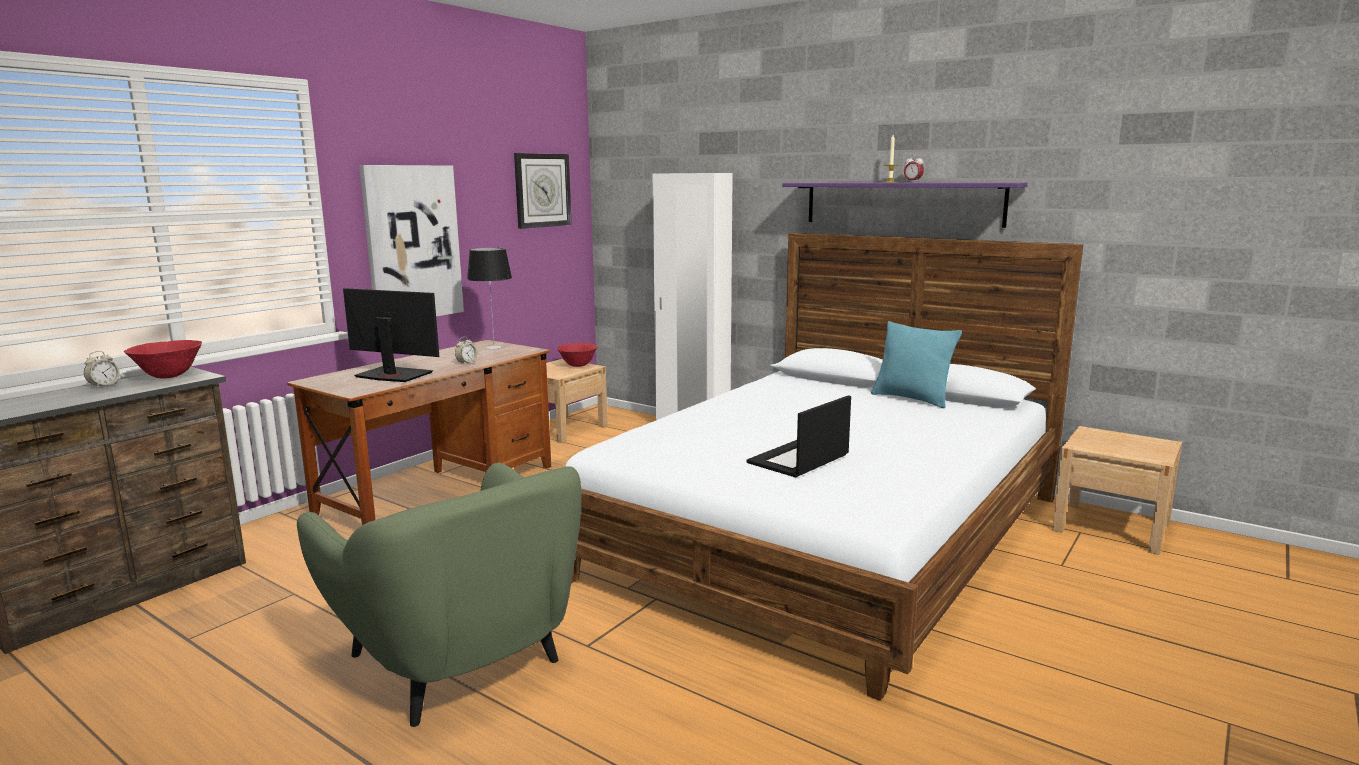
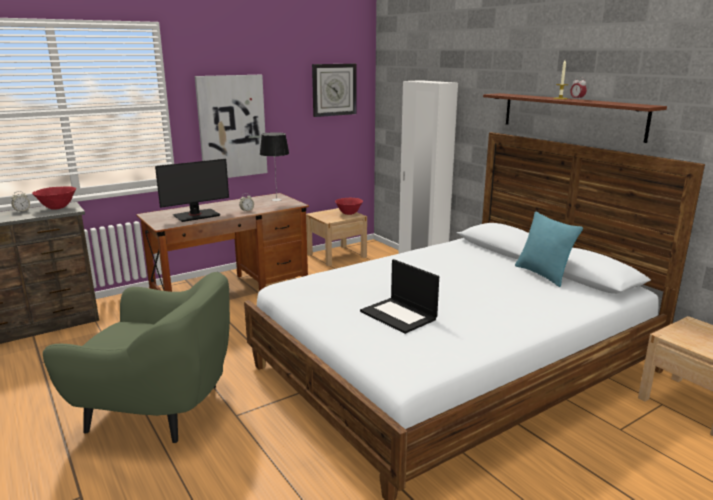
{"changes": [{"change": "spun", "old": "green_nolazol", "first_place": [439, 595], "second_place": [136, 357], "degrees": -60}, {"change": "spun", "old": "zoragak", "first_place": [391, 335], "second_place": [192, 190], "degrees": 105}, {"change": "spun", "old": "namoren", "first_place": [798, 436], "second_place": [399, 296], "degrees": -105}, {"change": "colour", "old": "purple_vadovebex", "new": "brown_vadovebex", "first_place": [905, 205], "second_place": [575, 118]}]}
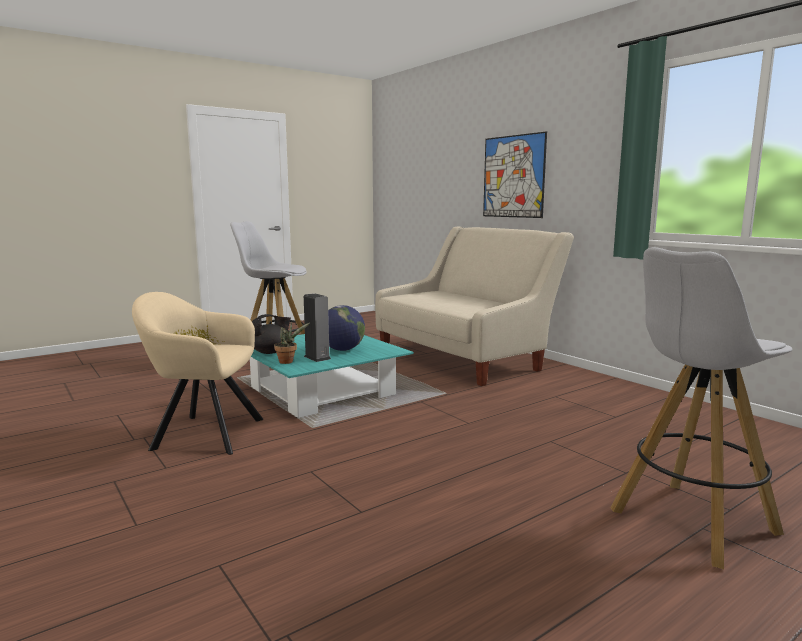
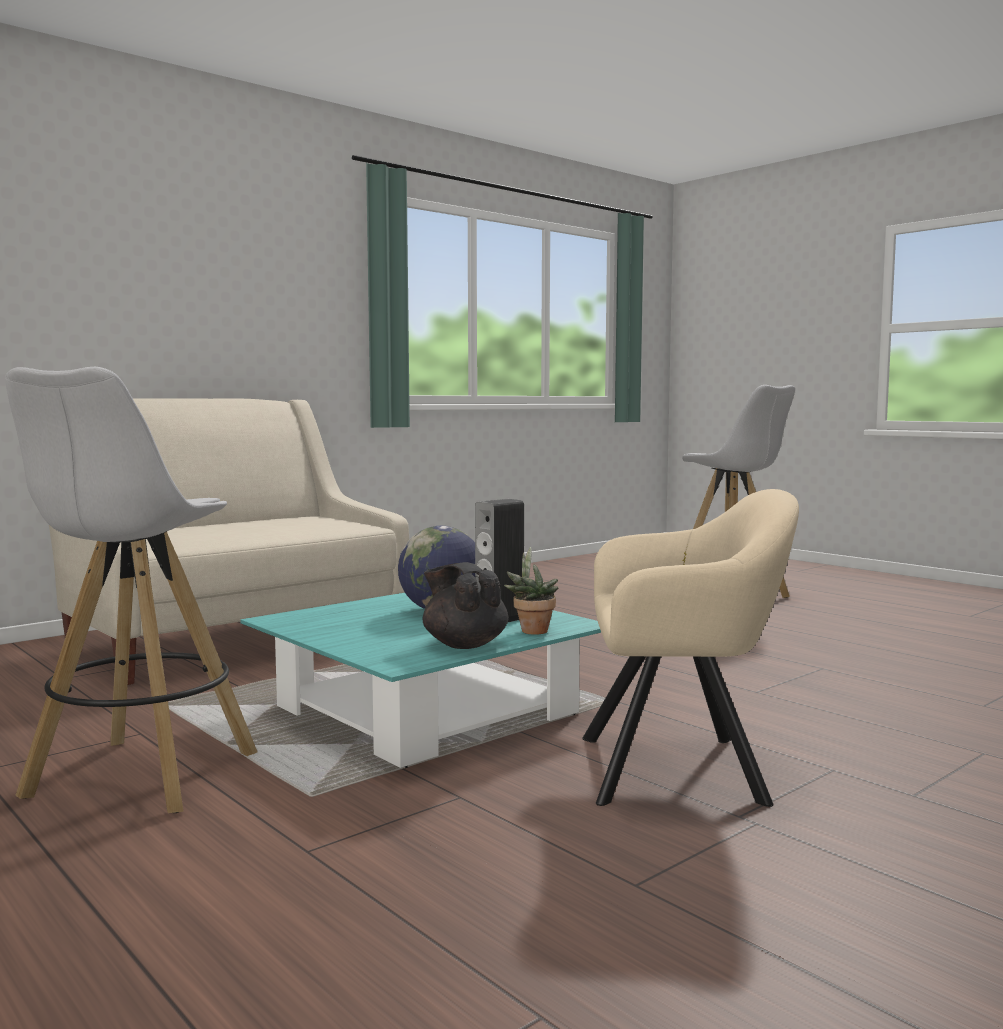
{"changes": [{"change": "spun", "old": "beige_nolazol", "first_place": [197, 373], "second_place": [690, 648], "degrees": -90}, {"change": "missing", "old": "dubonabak", "first_place": [515, 174]}]}
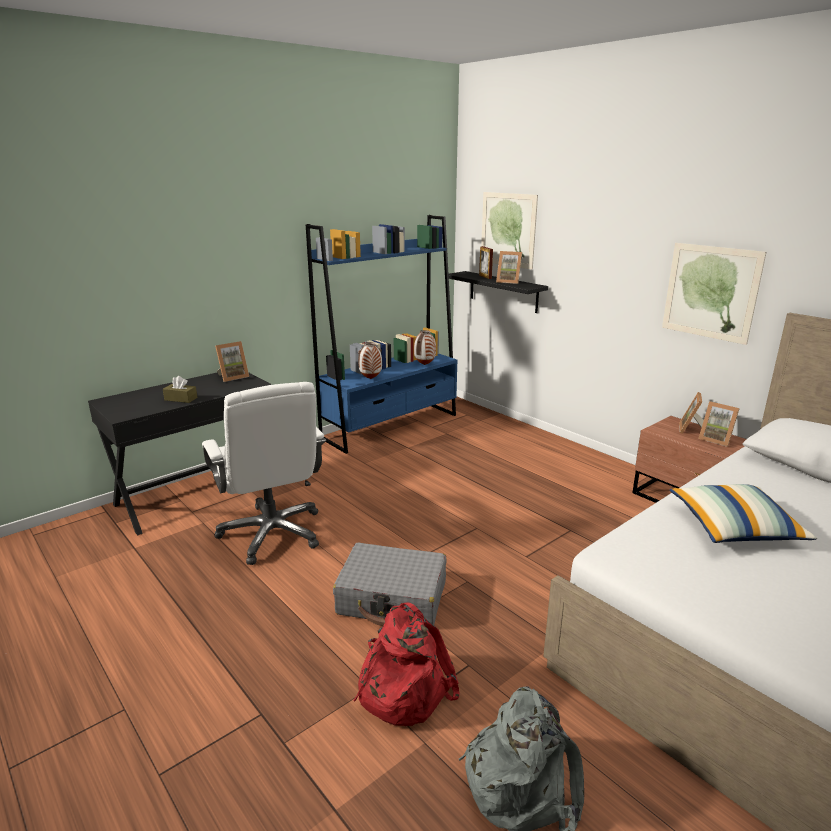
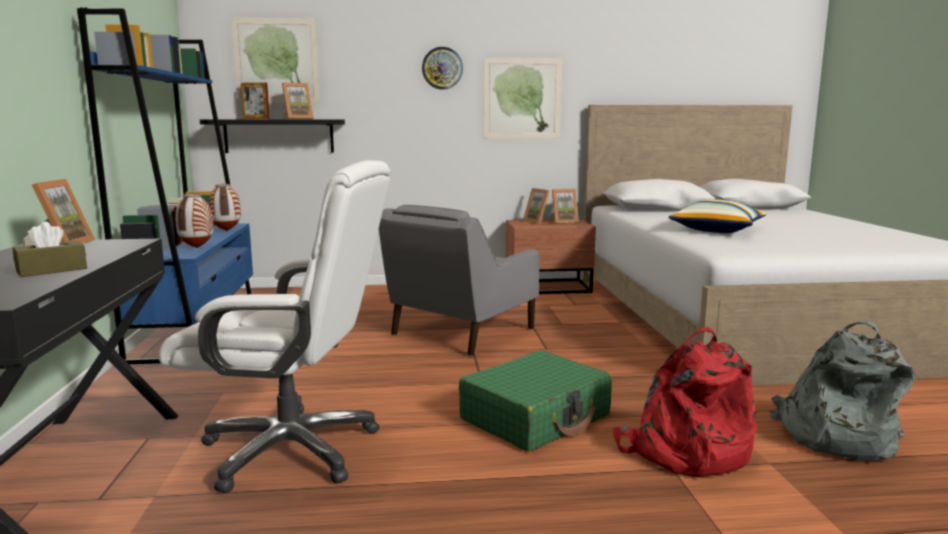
{"changes": [{"change": "appeared", "new": "grey_nolazol", "second_place": [459, 280]}, {"change": "appeared", "new": "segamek", "second_place": [442, 68]}, {"change": "colour", "old": "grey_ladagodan", "new": "green_ladagodan", "first_place": [389, 584], "second_place": [535, 401]}]}
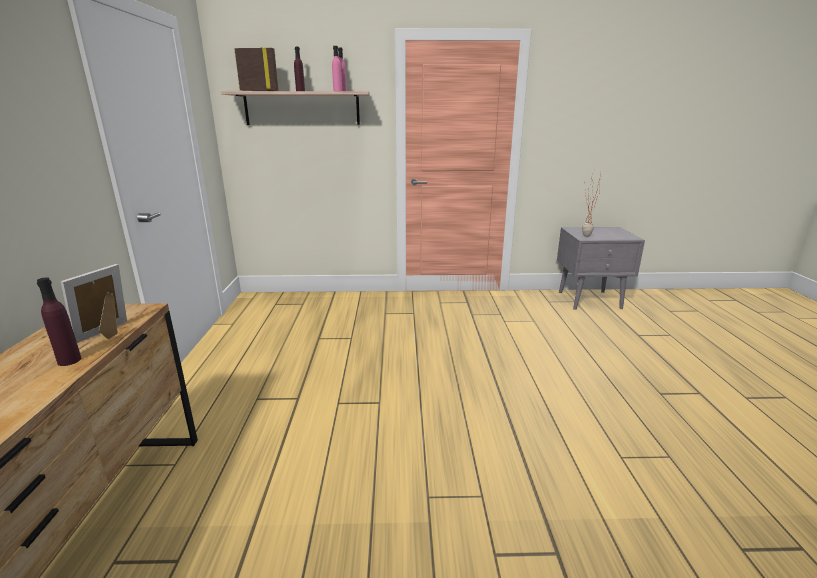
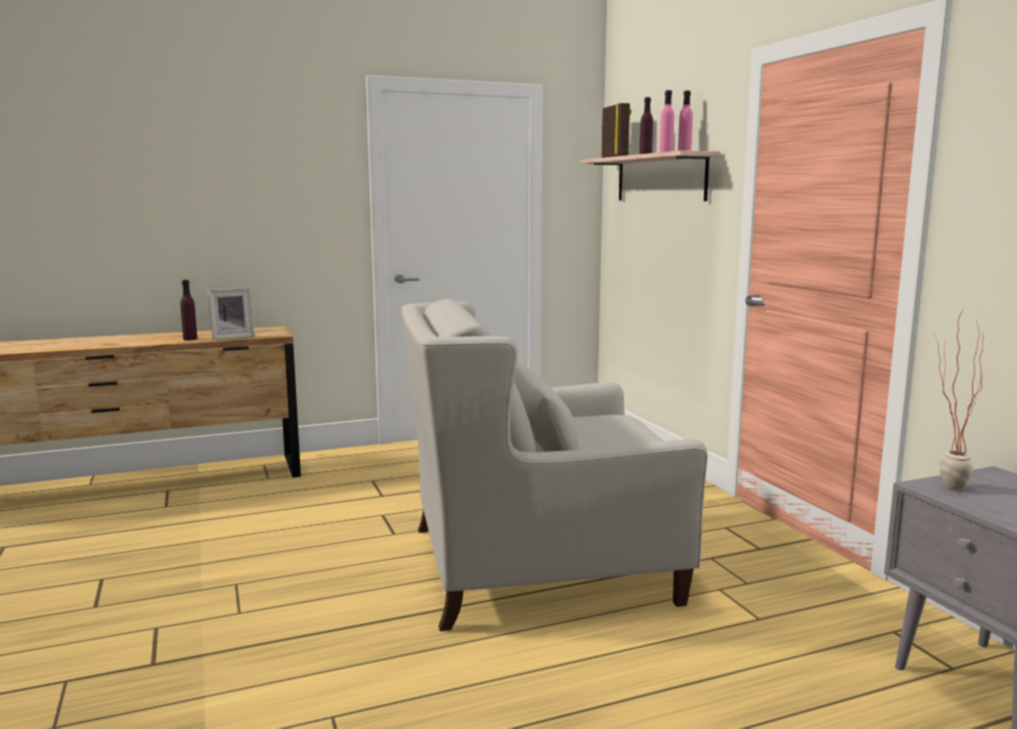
{"changes": [{"change": "spun", "old": "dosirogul", "first_place": [94, 303], "second_place": [231, 314], "degrees": 150}, {"change": "appeared", "new": "white_nolazol", "second_place": [555, 465]}]}
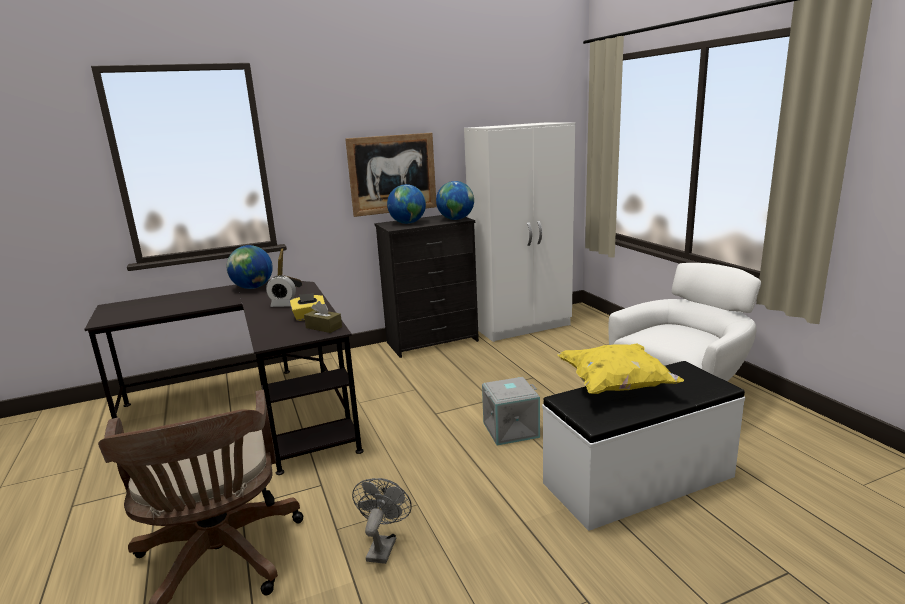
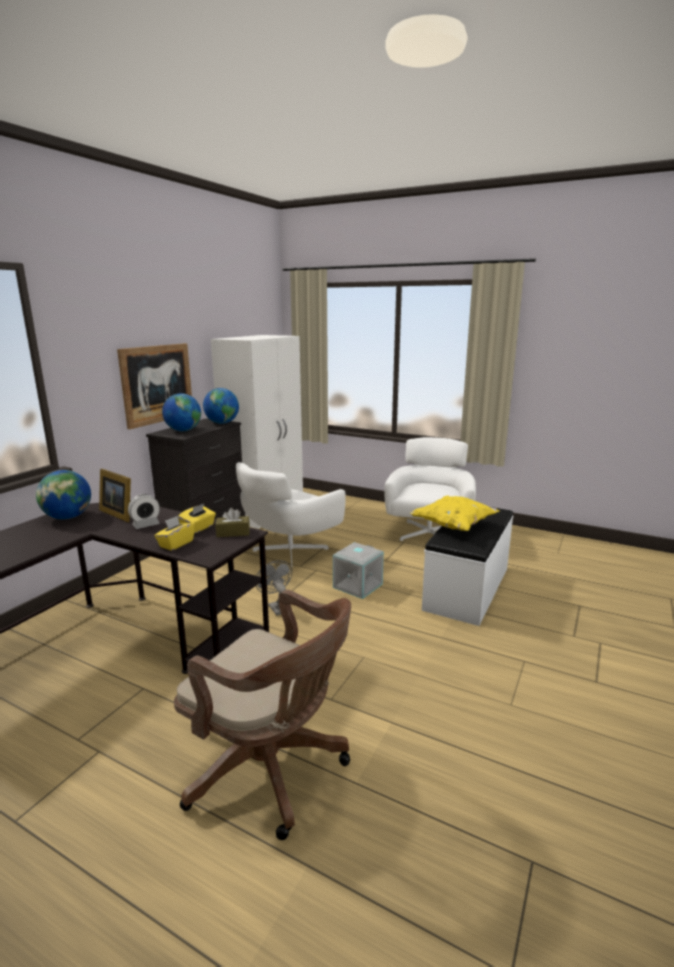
{"changes": [{"change": "appeared", "new": "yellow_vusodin", "second_place": [174, 533]}, {"change": "appeared", "new": "white_nolazol", "second_place": [291, 514]}, {"change": "relocated", "old": "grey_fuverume", "first_place": [382, 521], "second_place": [274, 588]}]}
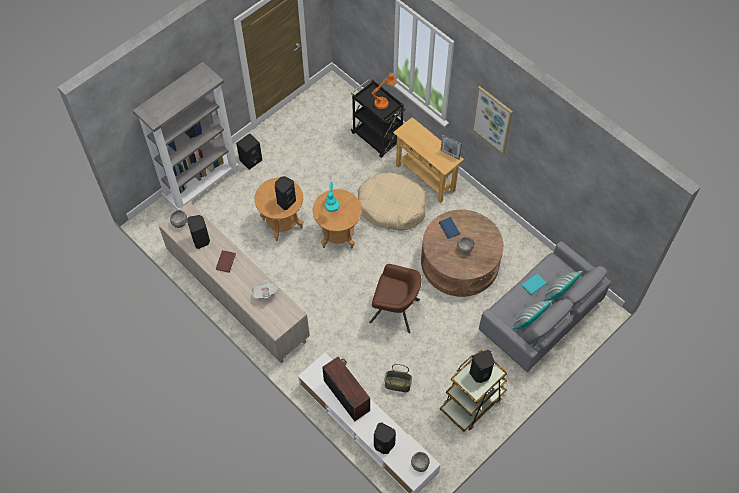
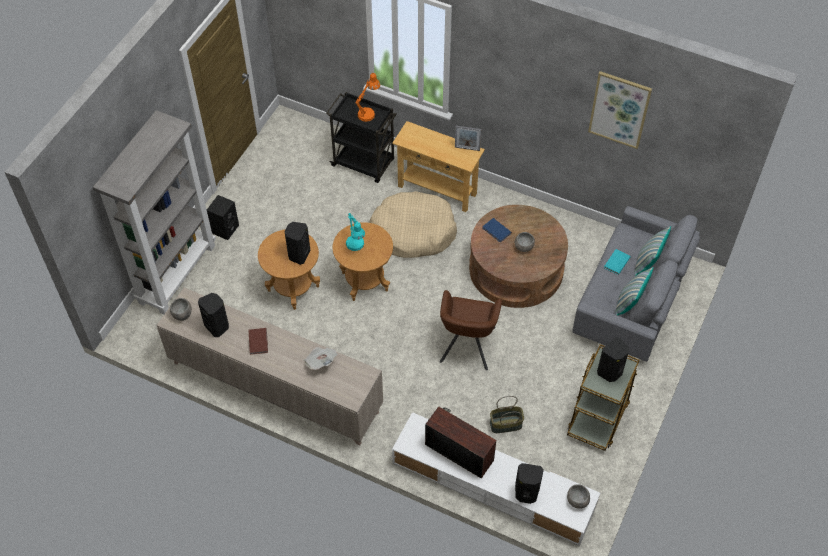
{"changes": [{"change": "spun", "old": "brown_nolazol", "first_place": [395, 298], "second_place": [471, 330], "degrees": 105}, {"change": "relocated", "old": "dubonabak", "first_place": [492, 120], "second_place": [620, 110]}]}
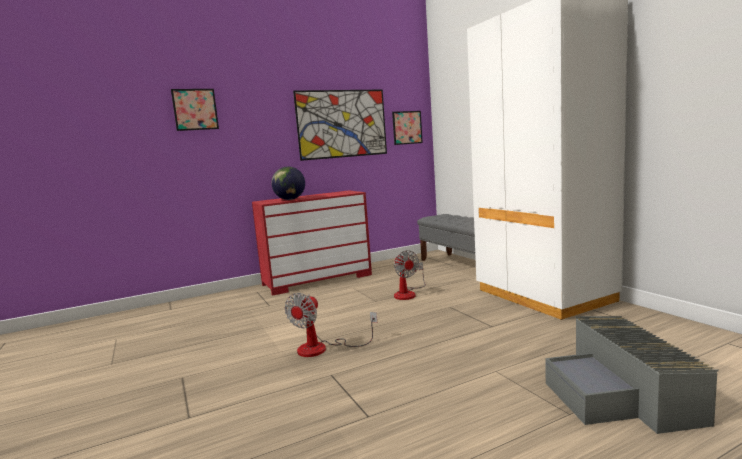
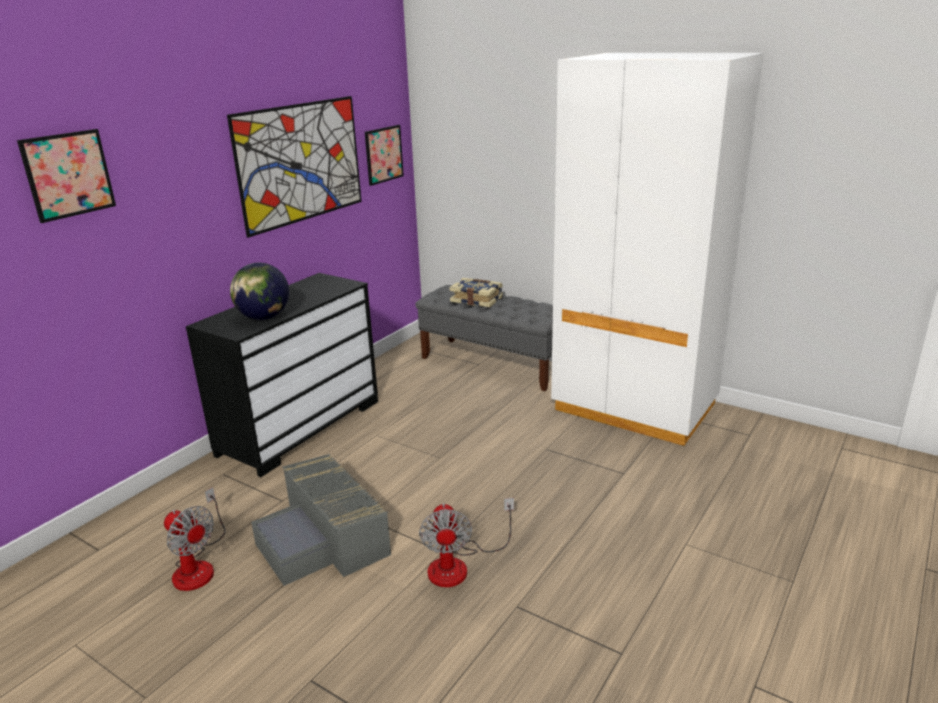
{"changes": [{"change": "relocated", "old": "fuverume", "first_place": [410, 275], "second_place": [195, 539]}, {"change": "colour", "old": "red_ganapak", "new": "black_ganapak", "first_place": [312, 243], "second_place": [282, 375]}, {"change": "relocated", "old": "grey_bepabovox", "first_place": [632, 375], "second_place": [321, 520]}, {"change": "appeared", "new": "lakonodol", "second_place": [476, 292]}]}
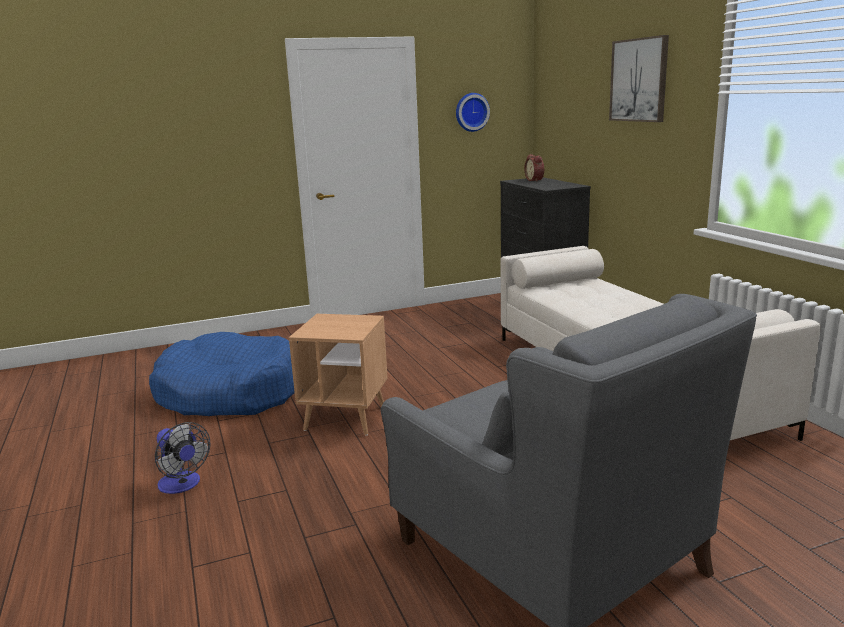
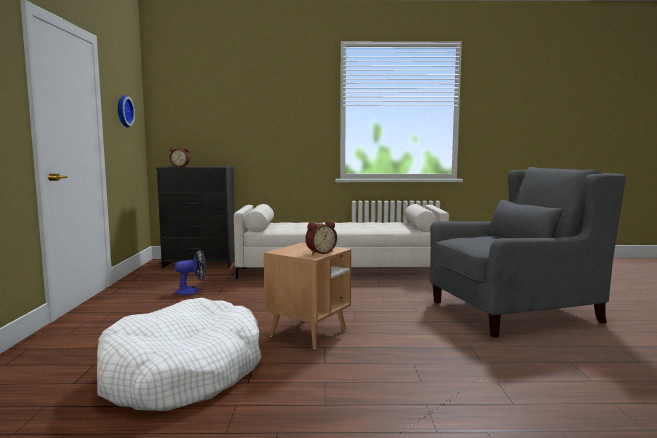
{"changes": [{"change": "colour", "old": "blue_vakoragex", "new": "white_vakoragex", "first_place": [222, 374], "second_place": [179, 354]}, {"change": "relocated", "old": "fuverume", "first_place": [182, 458], "second_place": [190, 272]}, {"change": "appeared", "new": "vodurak", "second_place": [321, 237]}, {"change": "missing", "old": "dubonabak", "first_place": [639, 78]}]}
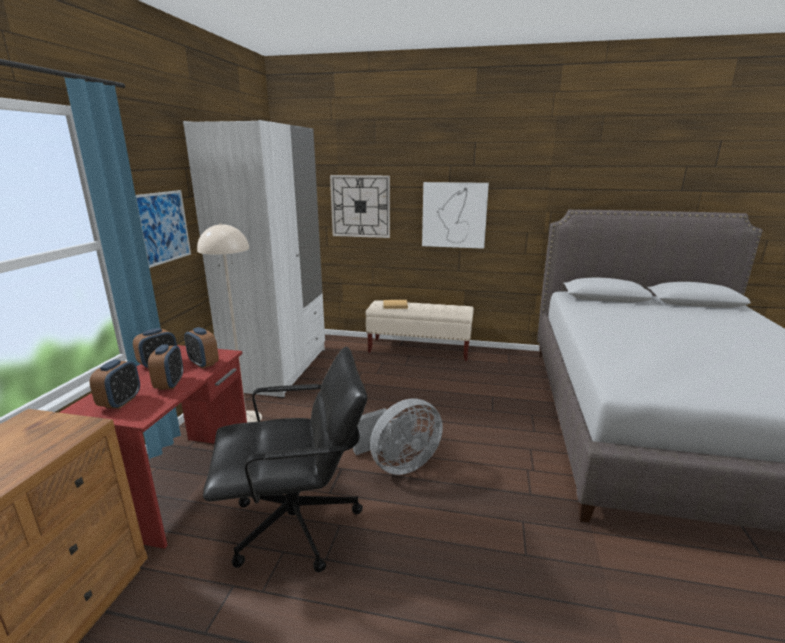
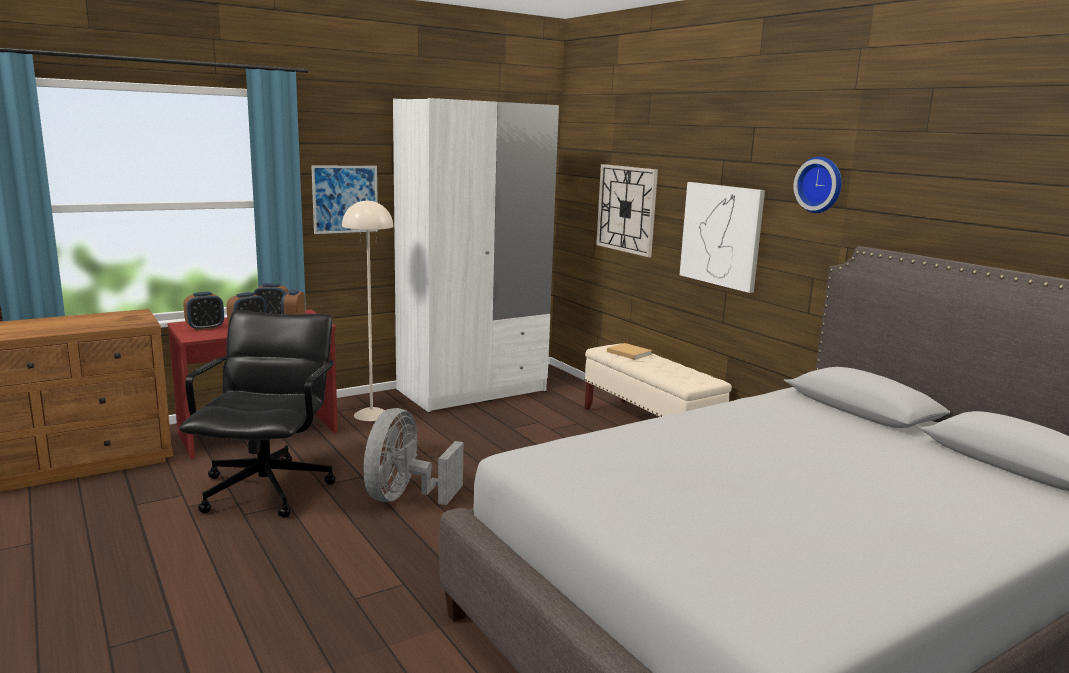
{"changes": [{"change": "spun", "old": "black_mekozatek", "first_place": [285, 460], "second_place": [257, 414], "degrees": -120}, {"change": "spun", "old": "grey_fuverume", "first_place": [398, 437], "second_place": [413, 456], "degrees": 90}, {"change": "appeared", "new": "segamek", "second_place": [817, 185]}]}
